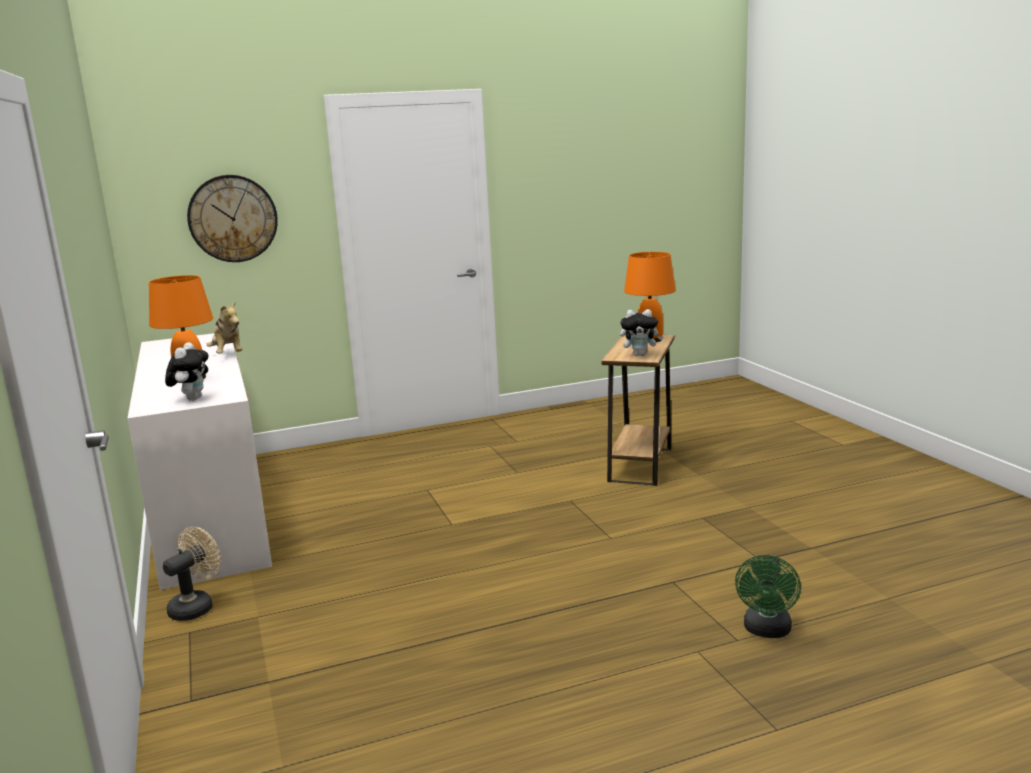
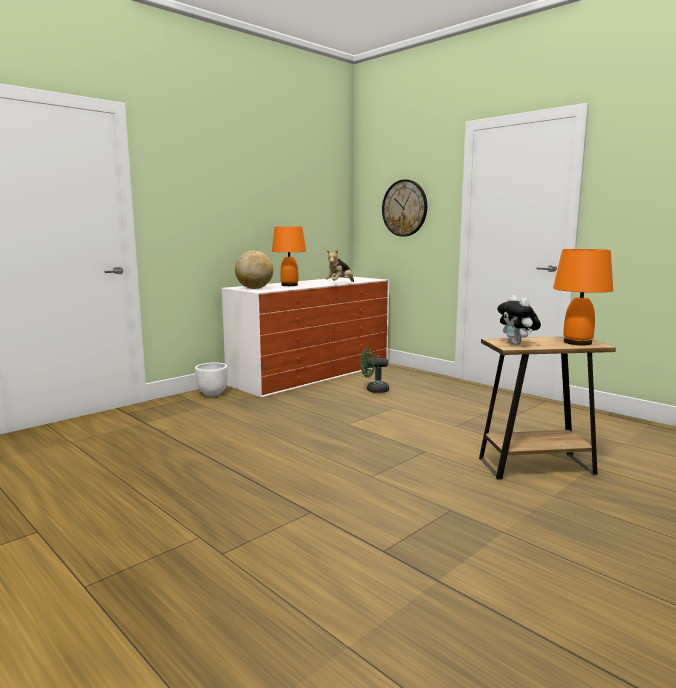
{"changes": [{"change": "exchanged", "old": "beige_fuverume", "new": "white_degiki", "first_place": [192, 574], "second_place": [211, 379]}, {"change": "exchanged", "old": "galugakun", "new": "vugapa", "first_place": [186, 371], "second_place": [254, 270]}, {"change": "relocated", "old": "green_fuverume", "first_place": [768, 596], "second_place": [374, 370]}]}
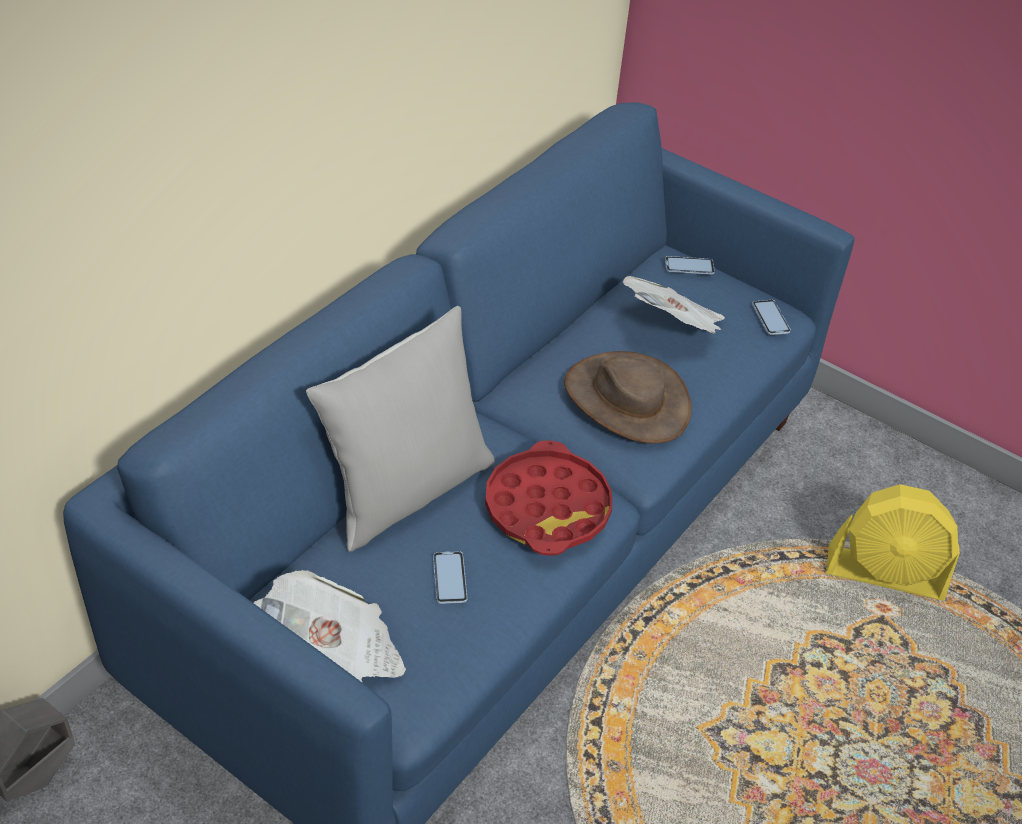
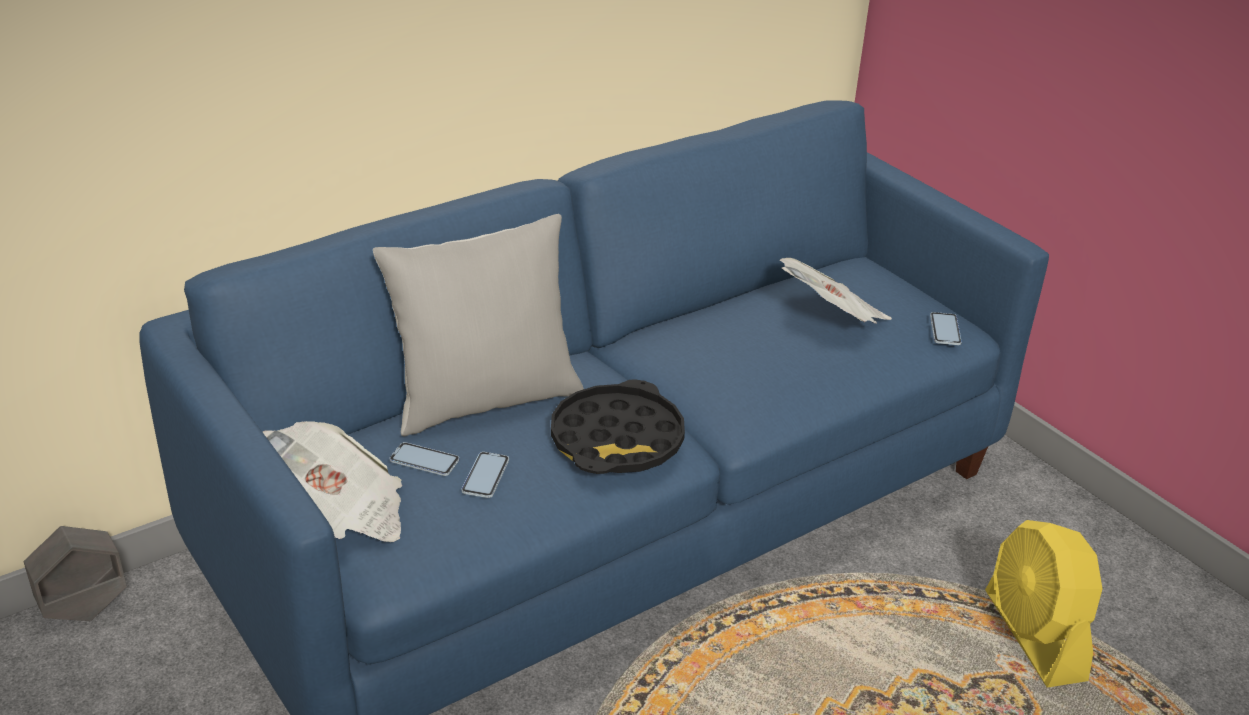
{"changes": [{"change": "relocated", "old": "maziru", "first_place": [690, 265], "second_place": [424, 459]}, {"change": "colour", "old": "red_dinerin", "new": "black_dinerin", "first_place": [548, 498], "second_place": [618, 426]}, {"change": "spun", "old": "yellow_fuverume", "first_place": [893, 542], "second_place": [1044, 604], "degrees": 45}, {"change": "missing", "old": "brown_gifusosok", "first_place": [628, 397]}]}
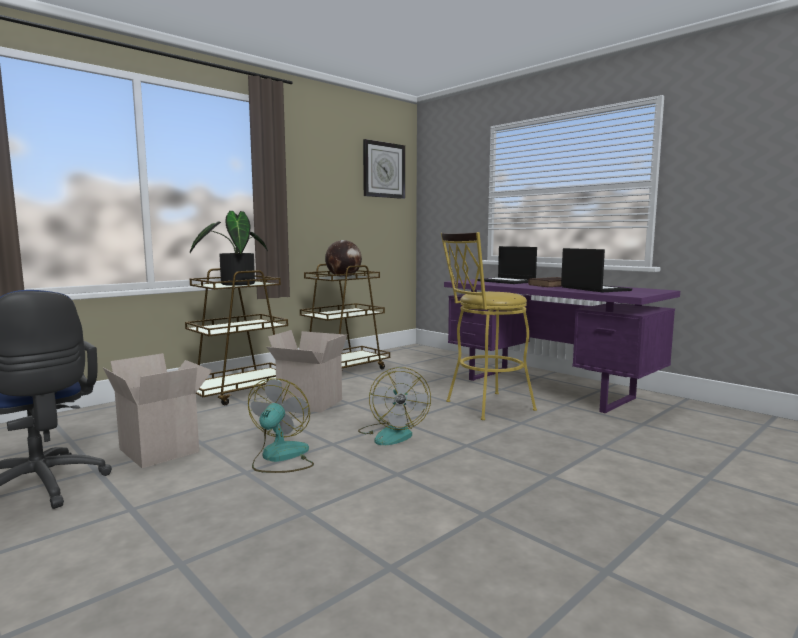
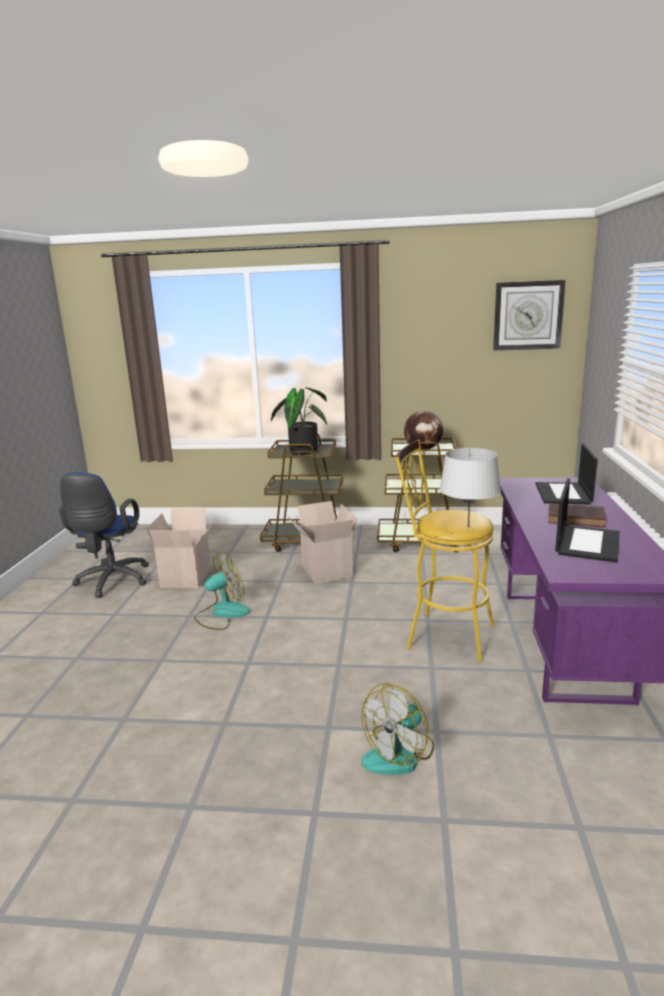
{"changes": [{"change": "relocated", "old": "fuverume", "first_place": [394, 406], "second_place": [397, 729]}, {"change": "appeared", "new": "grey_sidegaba", "second_place": [470, 487]}]}
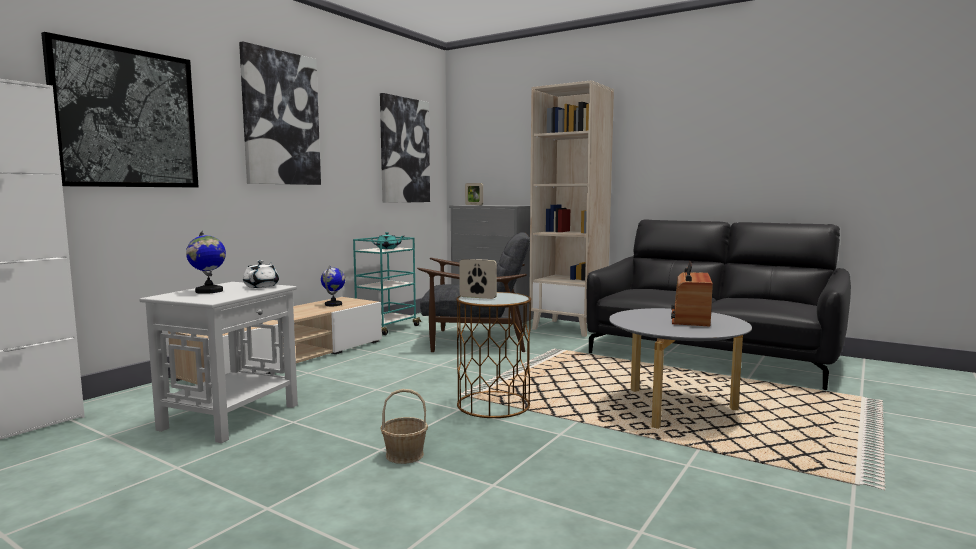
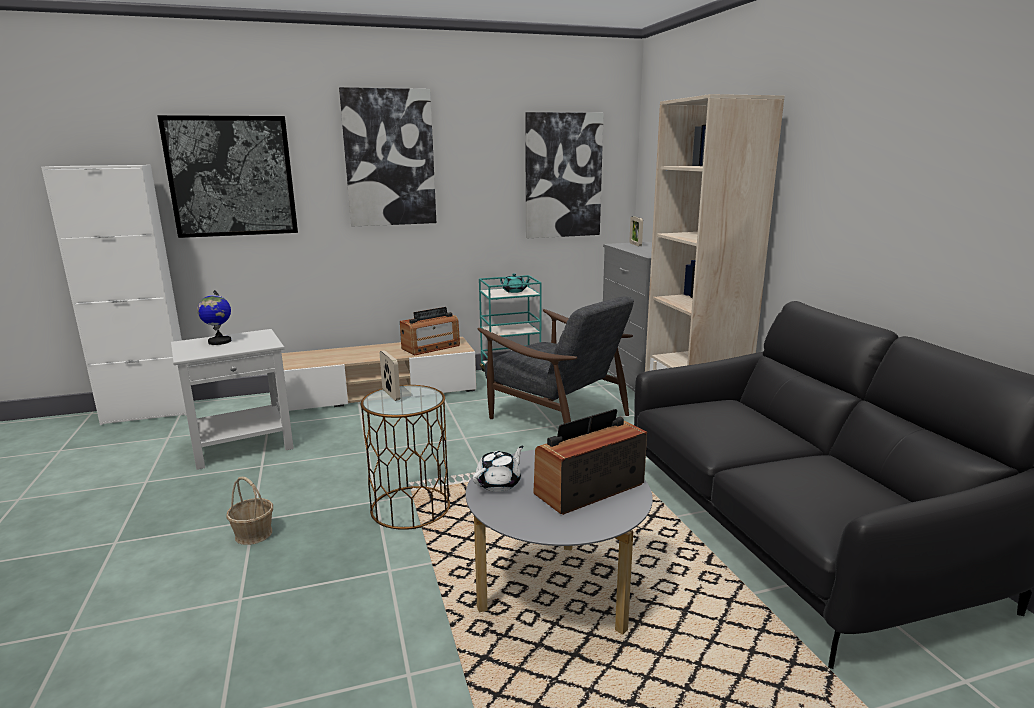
{"changes": [{"change": "exchanged", "old": "vugapa", "new": "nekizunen", "first_place": [333, 285], "second_place": [430, 331]}, {"change": "relocated", "old": "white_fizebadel", "first_place": [261, 274], "second_place": [498, 469]}]}
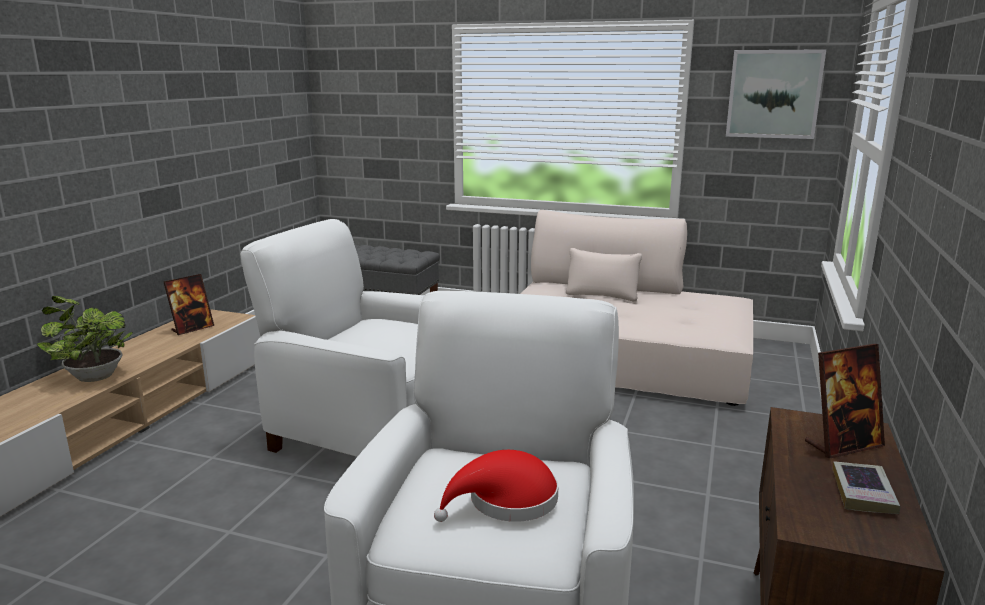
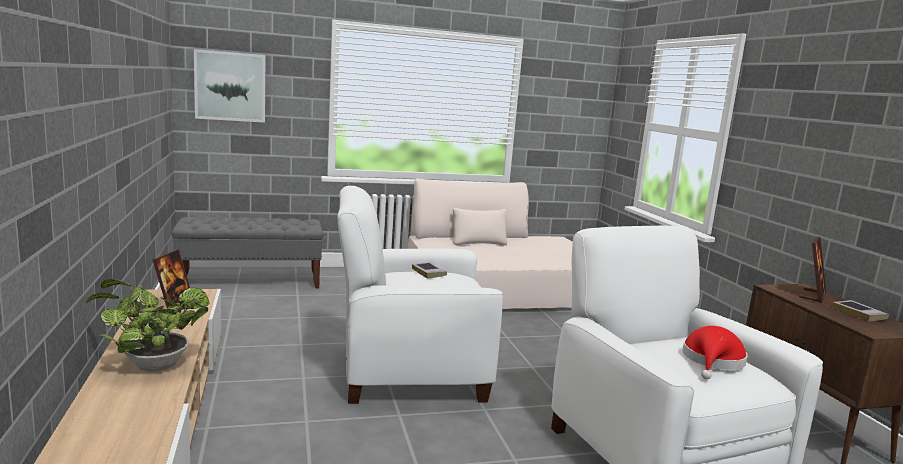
{"changes": [{"change": "relocated", "old": "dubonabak", "first_place": [776, 94], "second_place": [229, 86]}, {"change": "appeared", "new": "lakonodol", "second_place": [429, 270]}]}
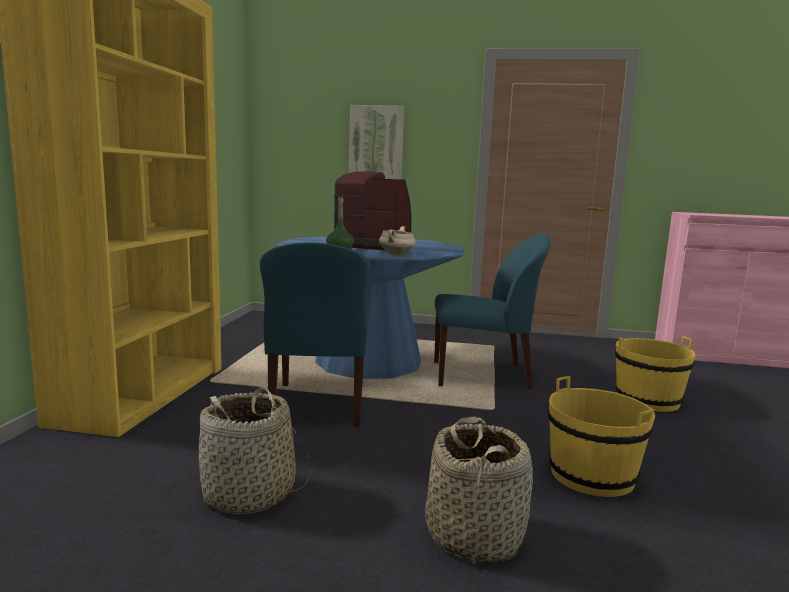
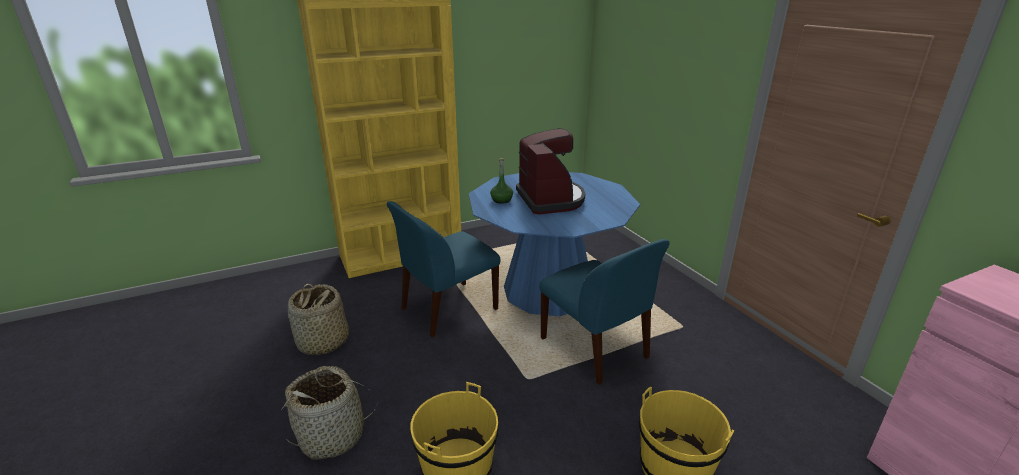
{"changes": [{"change": "missing", "old": "dubonabak", "first_place": [376, 142]}, {"change": "missing", "old": "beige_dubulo", "first_place": [397, 241]}]}
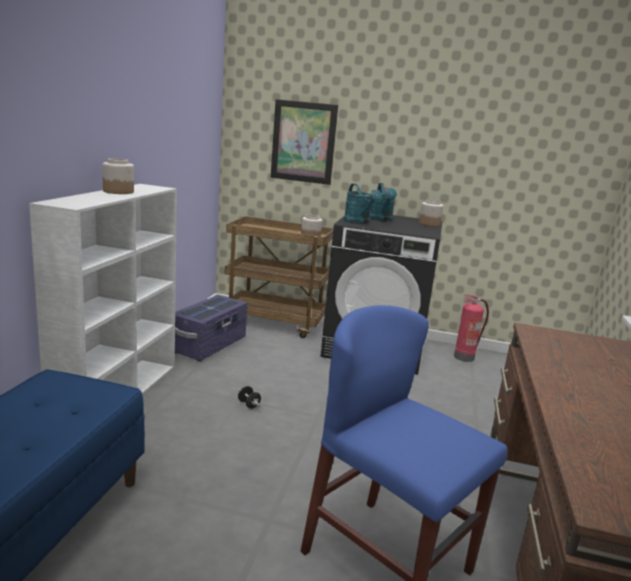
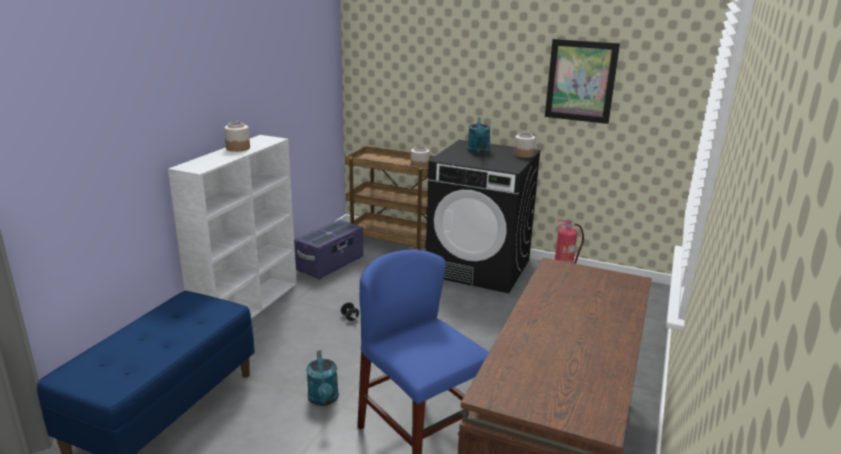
{"changes": [{"change": "relocated", "old": "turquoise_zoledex", "first_place": [363, 204], "second_place": [322, 378]}, {"change": "relocated", "old": "dubonabak", "first_place": [304, 142], "second_place": [582, 81]}]}
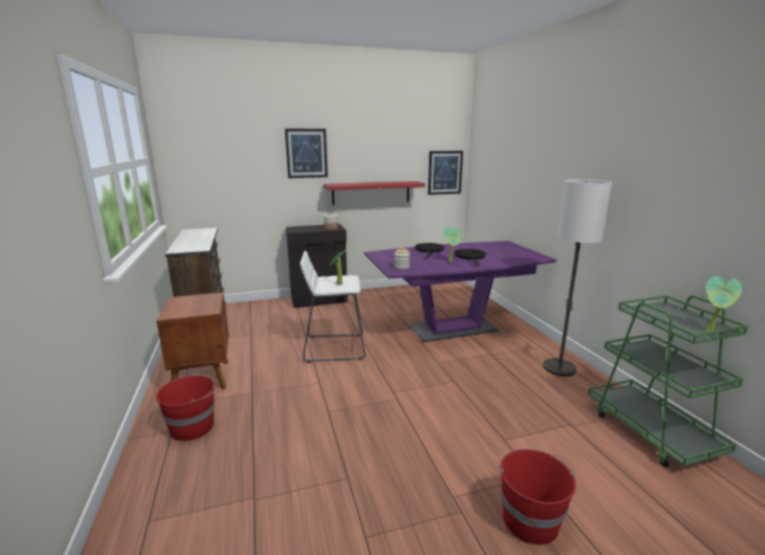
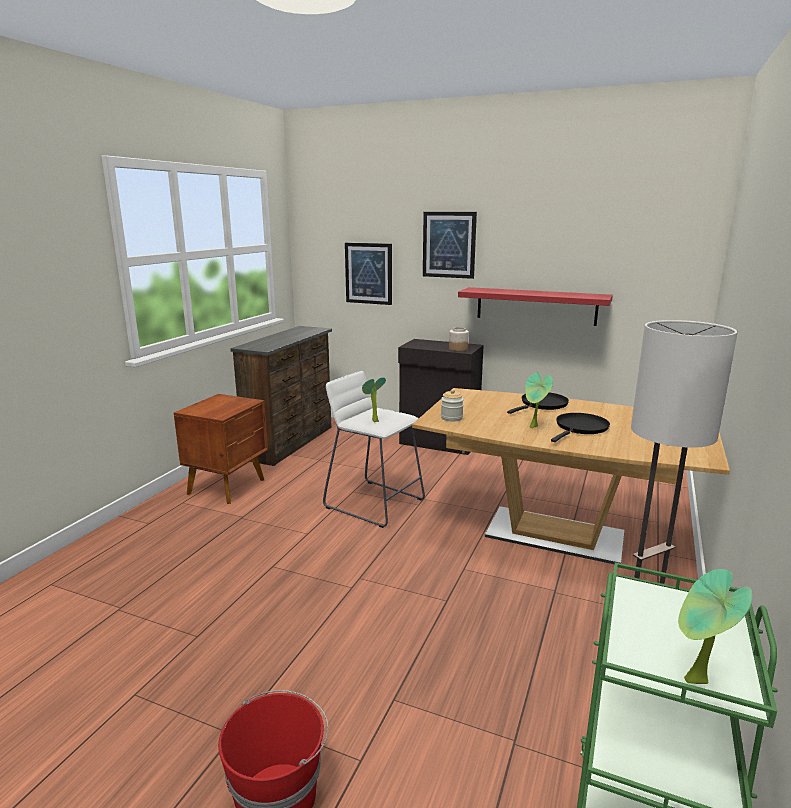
{"changes": [{"change": "relocated", "old": "dubonabak", "first_place": [445, 173], "second_place": [368, 274]}, {"change": "colour", "old": "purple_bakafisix", "new": "brown_bakafisix", "first_place": [460, 291], "second_place": [571, 476]}, {"change": "missing", "old": "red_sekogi", "first_place": [186, 407]}]}
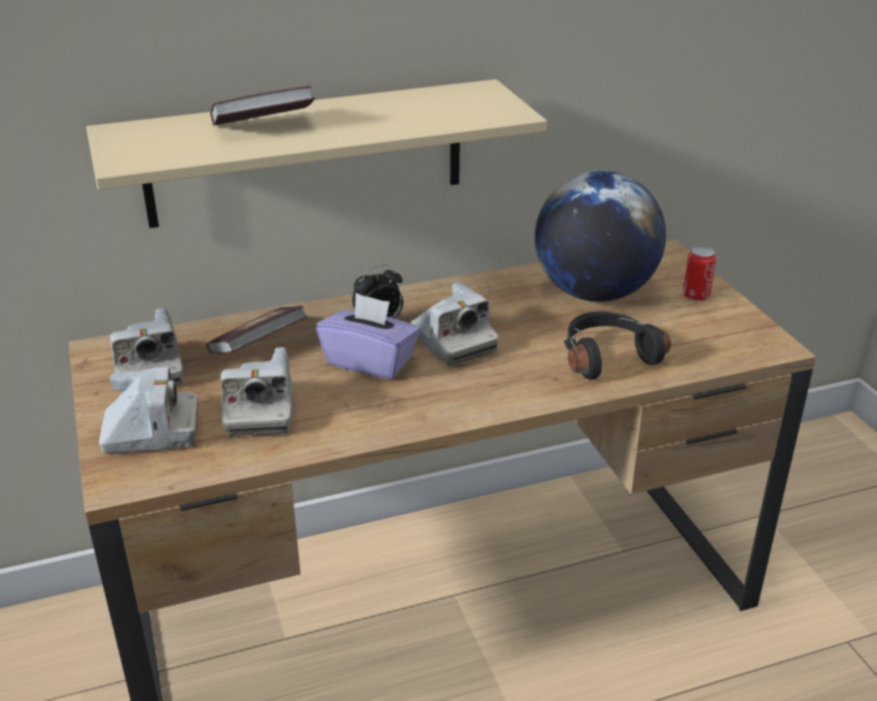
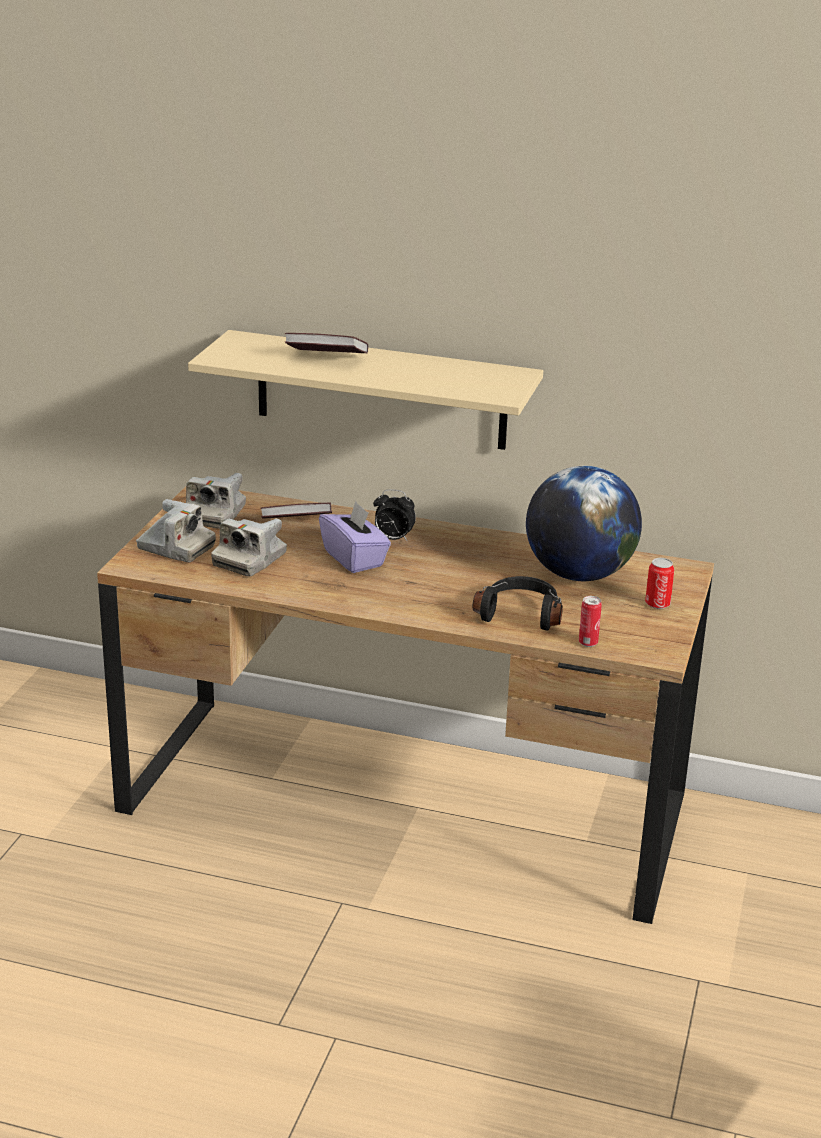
{"changes": [{"change": "appeared", "new": "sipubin", "second_place": [590, 621]}, {"change": "missing", "old": "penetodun", "first_place": [454, 323]}]}
